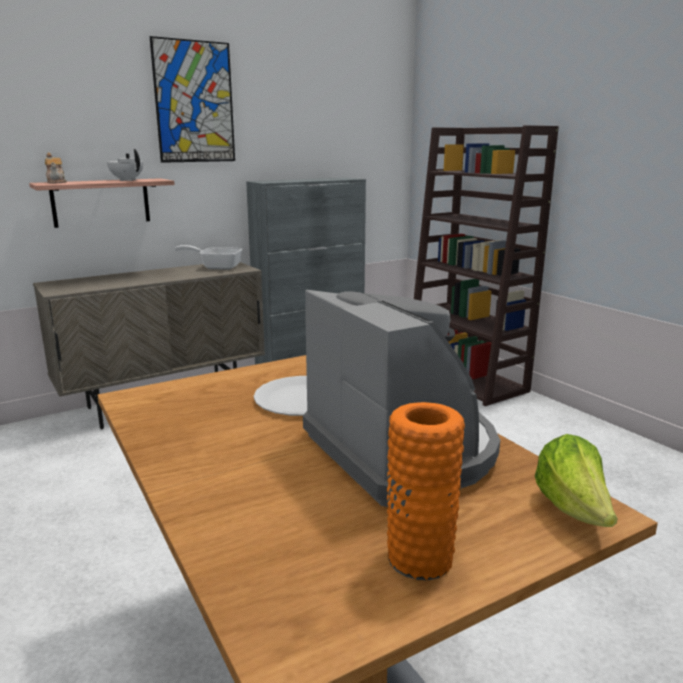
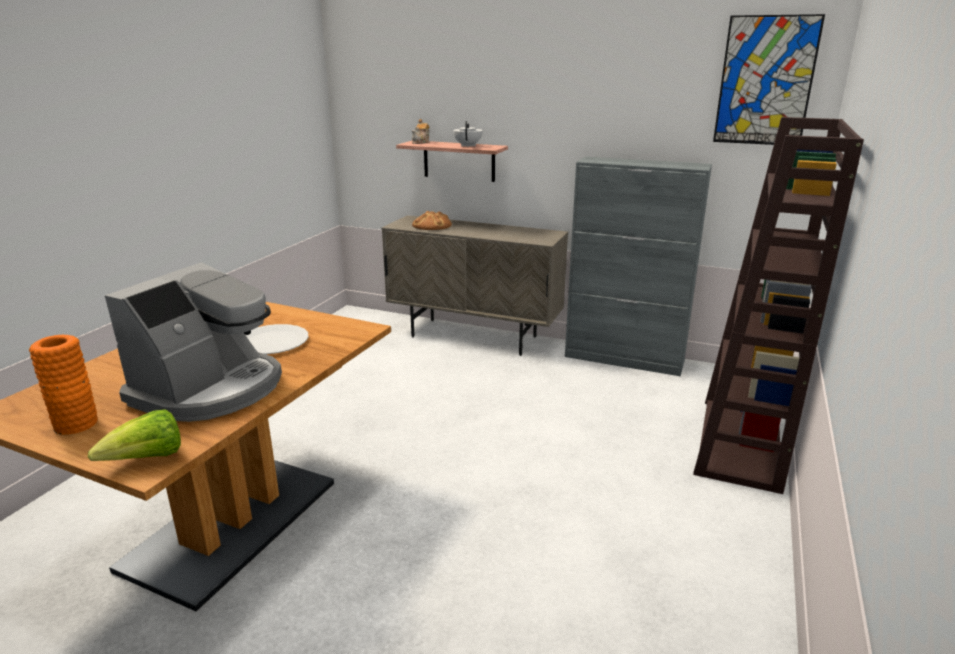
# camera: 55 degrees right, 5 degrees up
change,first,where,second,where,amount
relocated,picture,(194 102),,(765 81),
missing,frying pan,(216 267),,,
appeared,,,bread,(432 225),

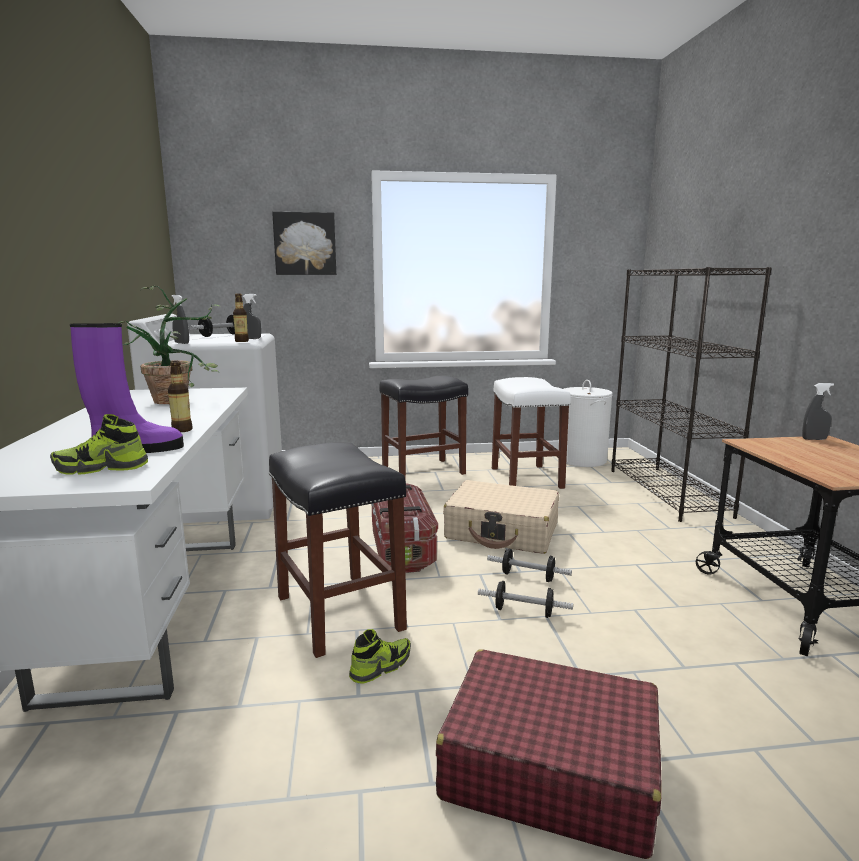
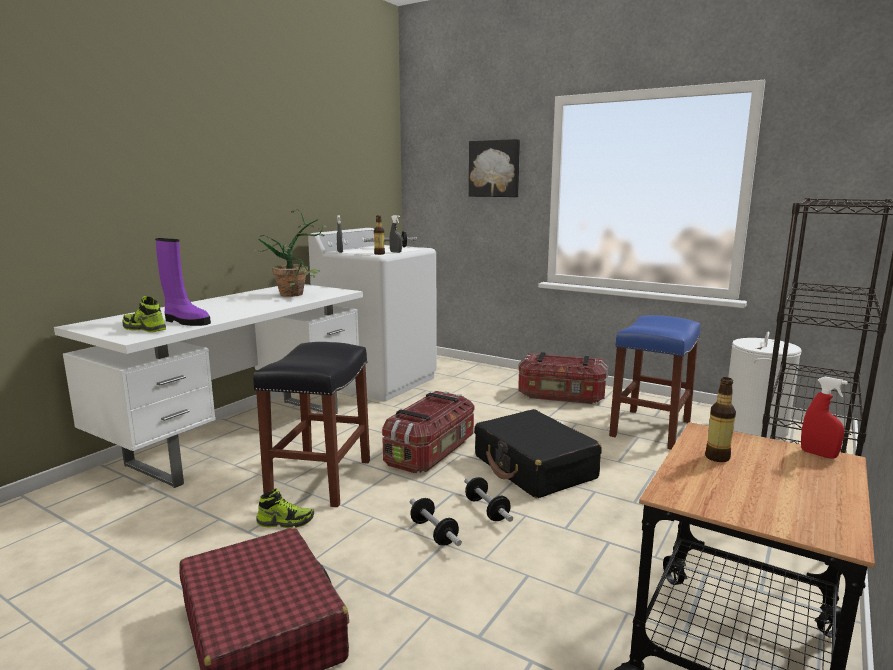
# camera: 40 degrees right, 0 degrees up
change,first,where,second,where,amount
relocated,bottle,(182 430),,(717 457),
exchanged,black stool,(424 471),storage box,(561 396),
colour,beige suitcase,(502 531),black suitcase,(534 467),
colour,white stool,(525 477),blue stool,(650 428),
colour,grey spray bottle,(814 439),red spray bottle,(818 454),

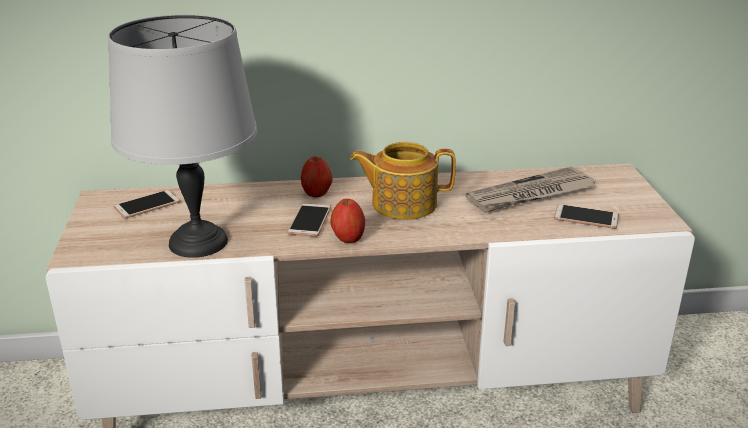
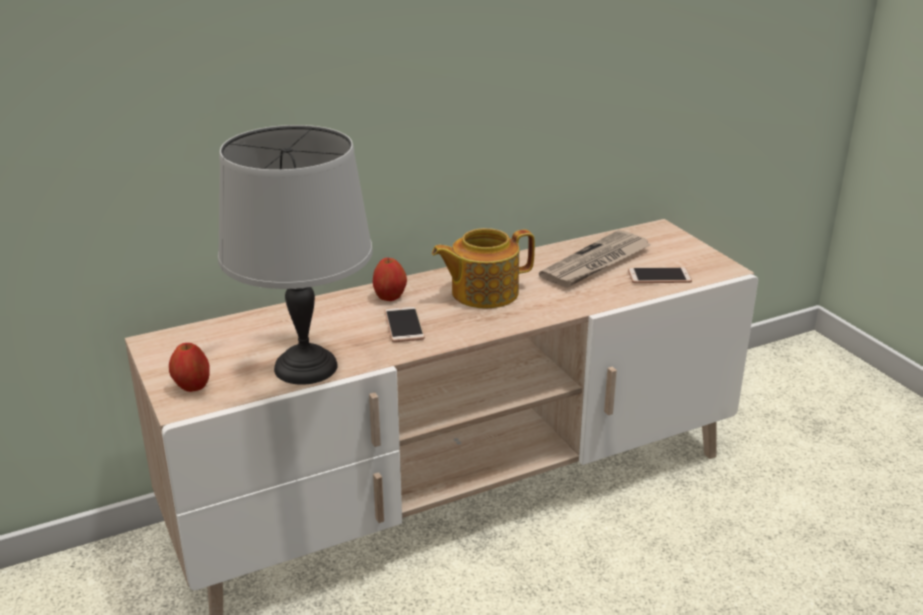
# camera: 20 degrees left, 0 degrees up
change,first,where,second,where,amount
missing,phone,(147 205),,,
relocated,apple,(348 239),,(192 387),

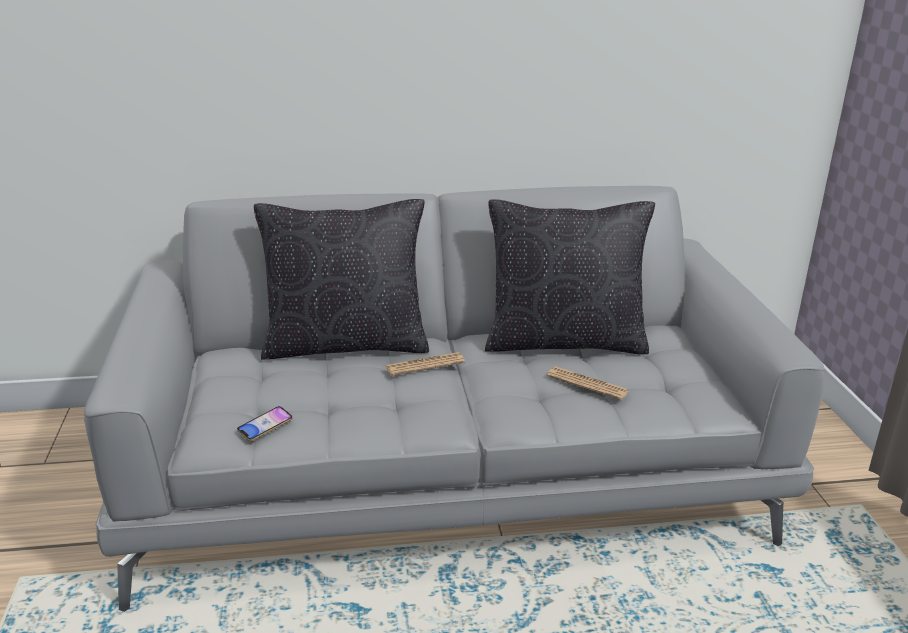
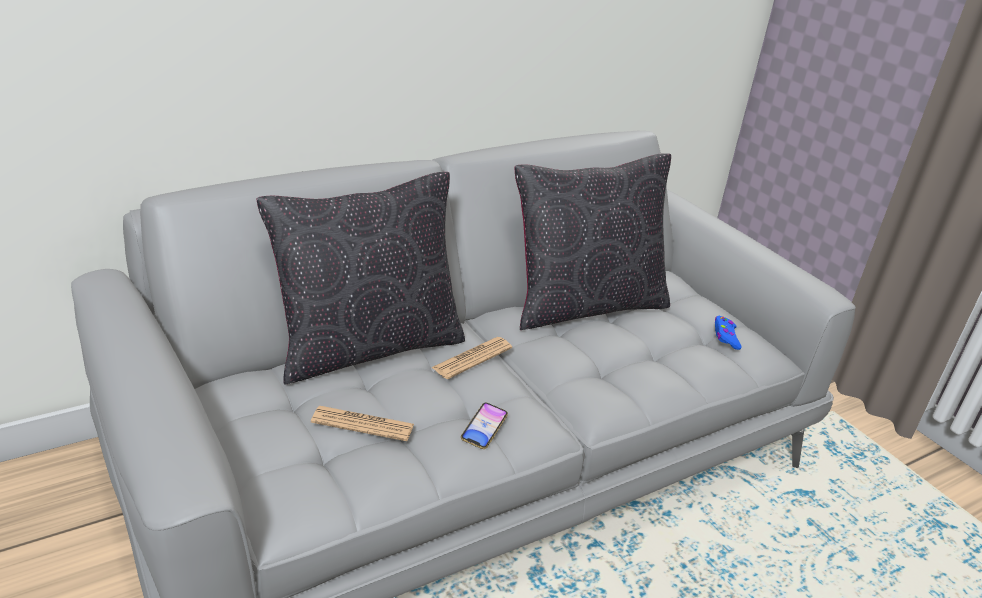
# camera: 25 degrees left, 5 degrees up
change,first,where,second,where,amount
relocated,phone,(265 426),,(484 428),
relocated,newspaper,(587 384),,(363 424),
appeared,,,blue game controller,(725 337),

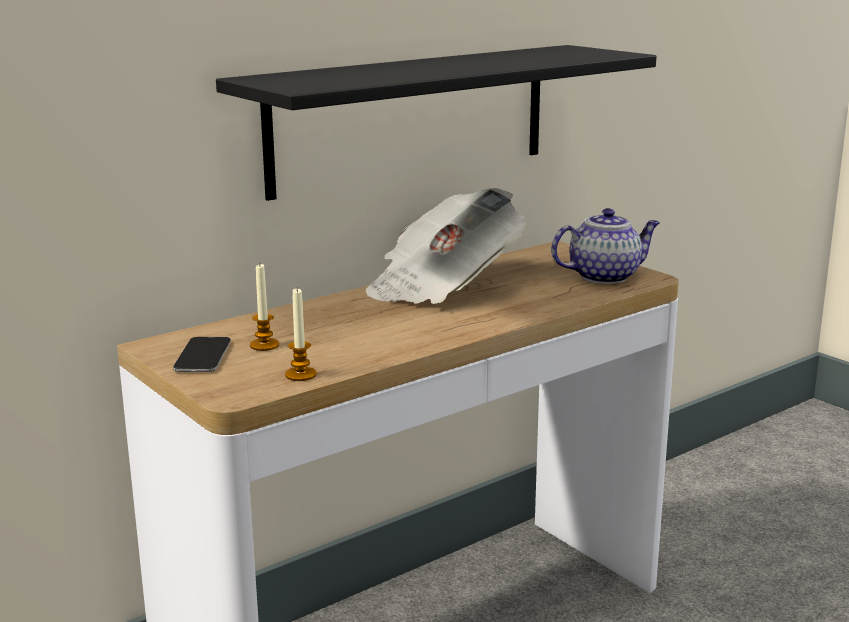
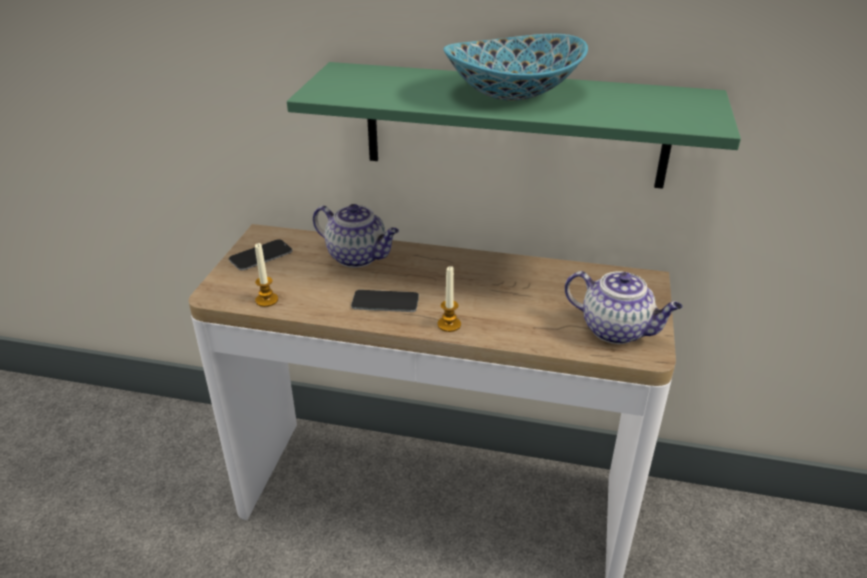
# camera: 50 degrees right, 15 degrees up
change,first,where,second,where,amount
colour,black shelf,(411 118),green shelf,(514 125),
relocated,candle,(264 345),,(449 324),
missing,newspaper,(442 287),,,
appeared,,,teapot,(358 257),
appeared,,,phone,(385 302),
appeared,,,bowl,(512 92),

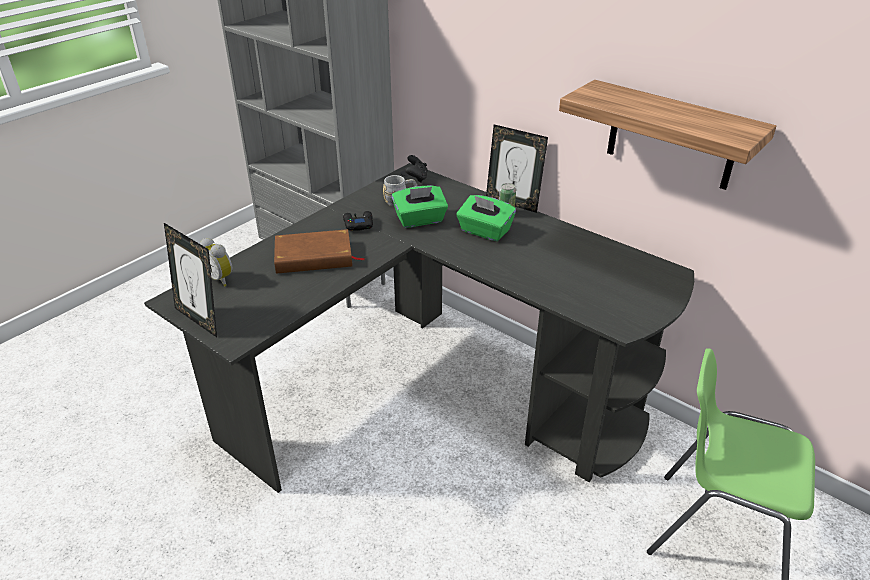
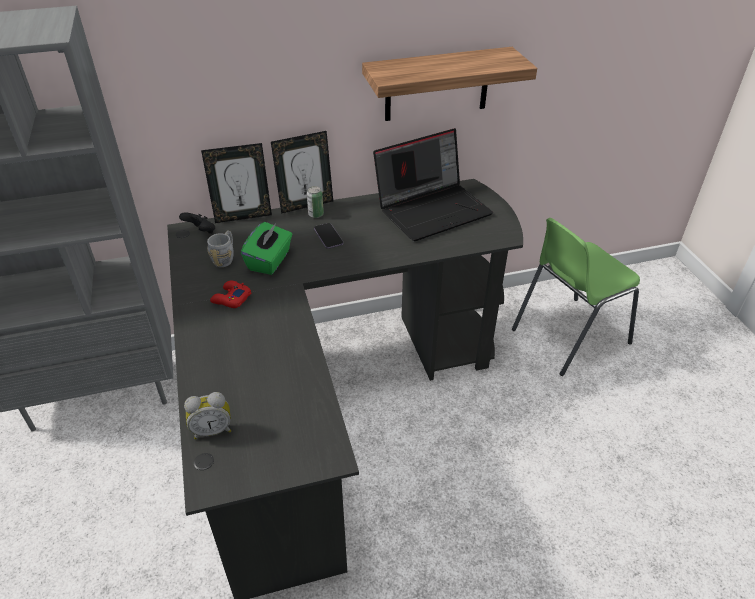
# camera: 55 degrees left, 5 degrees up
change,first,where,second,where,amount
relocated,picture frame,(200 319),,(243 216),
missing,brown book,(314 257),,,
colour,black game controller,(358 224),red game controller,(231 298),
exchanged,green tissue box,(484 231),phone,(328 237),
appeared,,,laptop,(433 209),

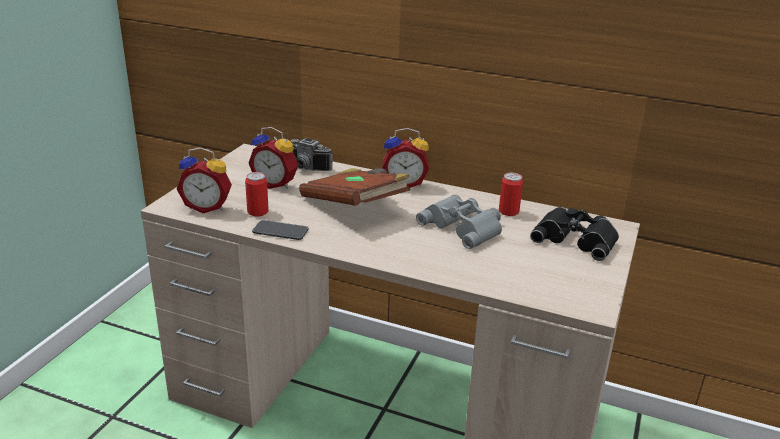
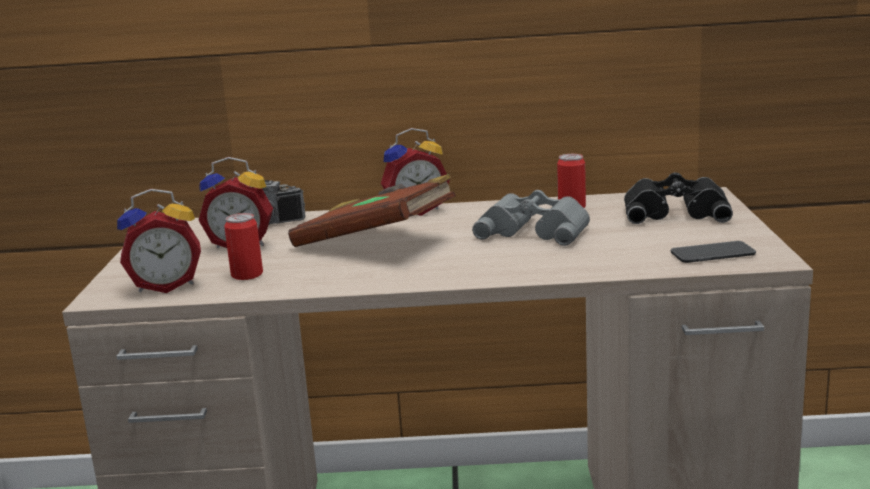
# camera: 20 degrees left, 10 degrees down
change,first,where,second,where,amount
relocated,phone,(280 231),,(712 254),

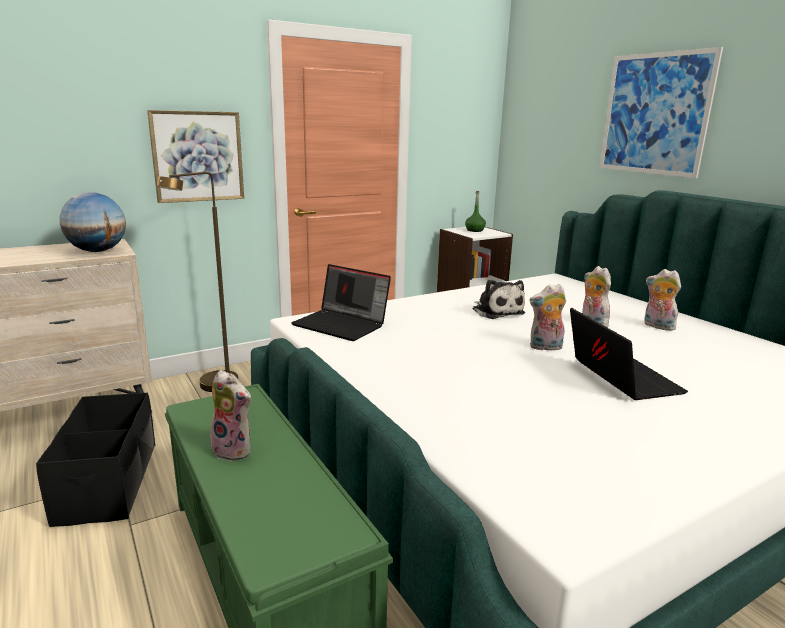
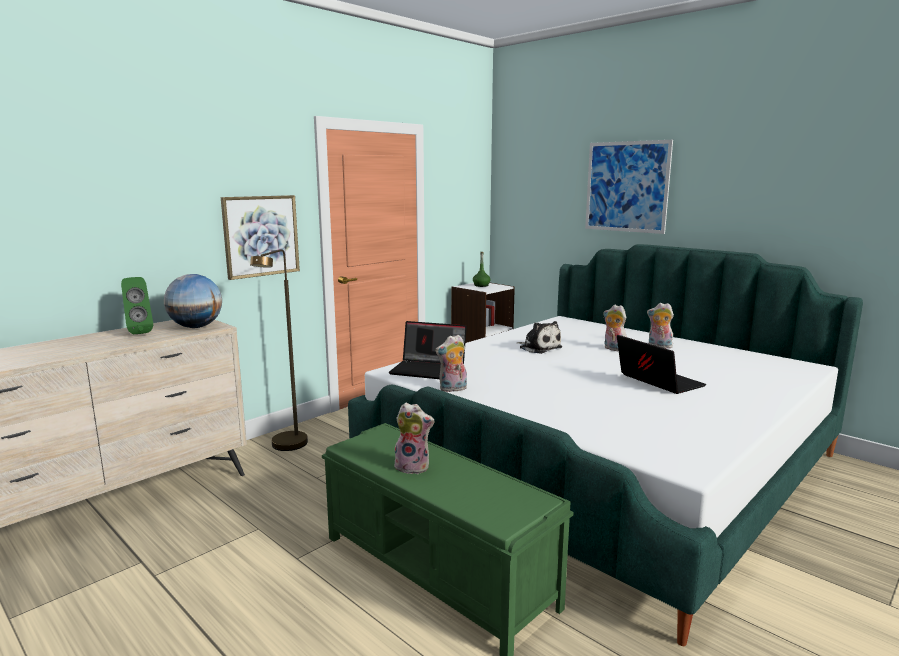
# camera: 15 degrees left, 5 degrees down
change,first,where,second,where,amount
missing,black storage box,(109 482),,,
relocated,plush toy,(545 347),,(453 389),
appeared,,,green speaker,(139 332),

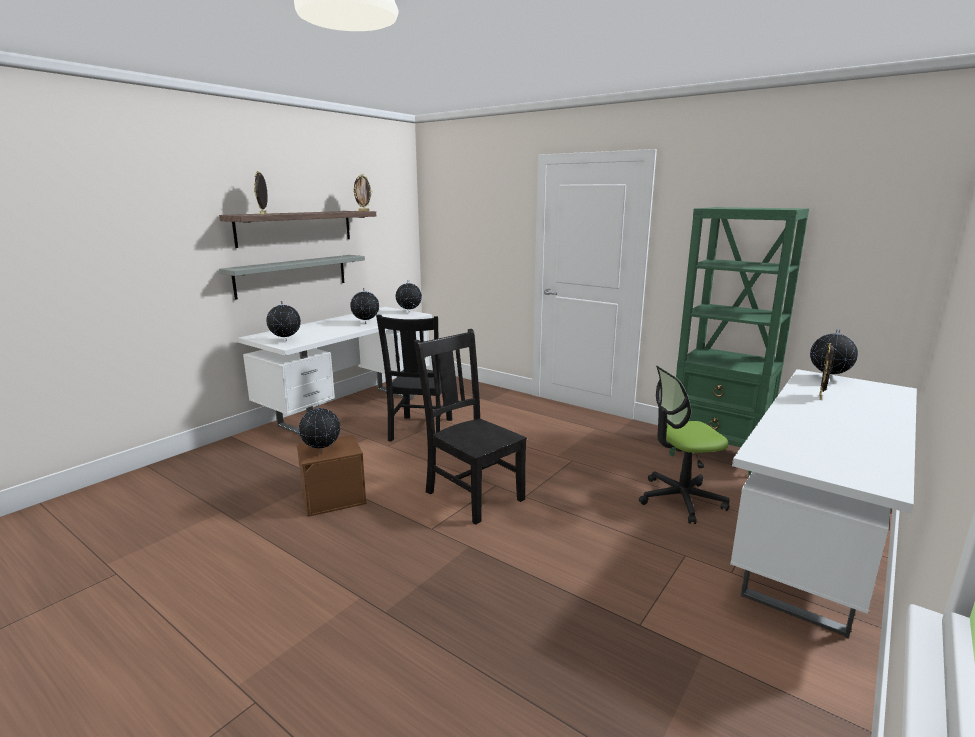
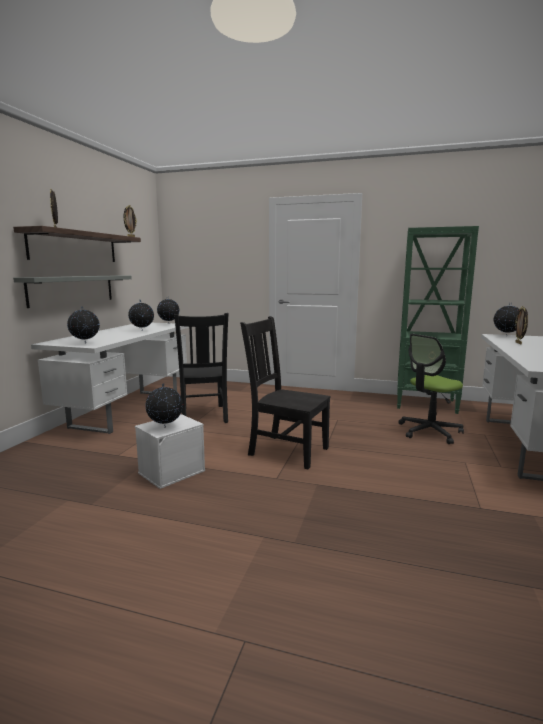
# camera: 20 degrees left, 5 degrees down
change,first,where,second,where,amount
colour,brown storage box,(334 498),white storage box,(172 471),

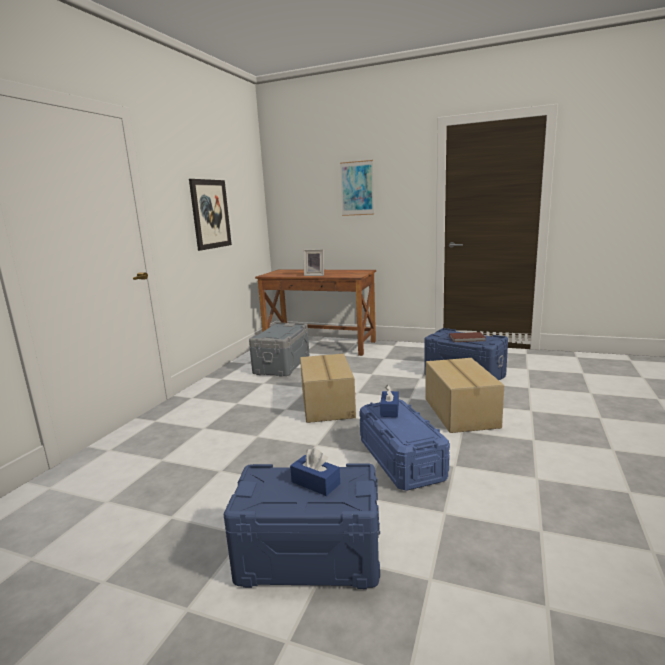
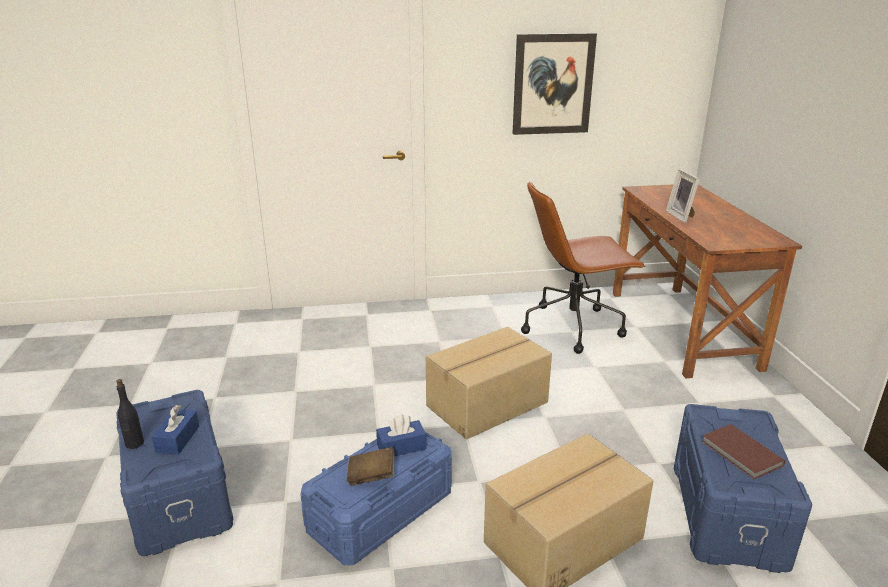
# camera: 60 degrees right, 10 degrees up
change,first,where,second,where,amount
exchanged,grey storage box,(281 365),brown office chair,(573 327),
missing,picture,(357 188),,,
appeared,,,black bottle,(134 444),
appeared,,,brown book,(371 476),

